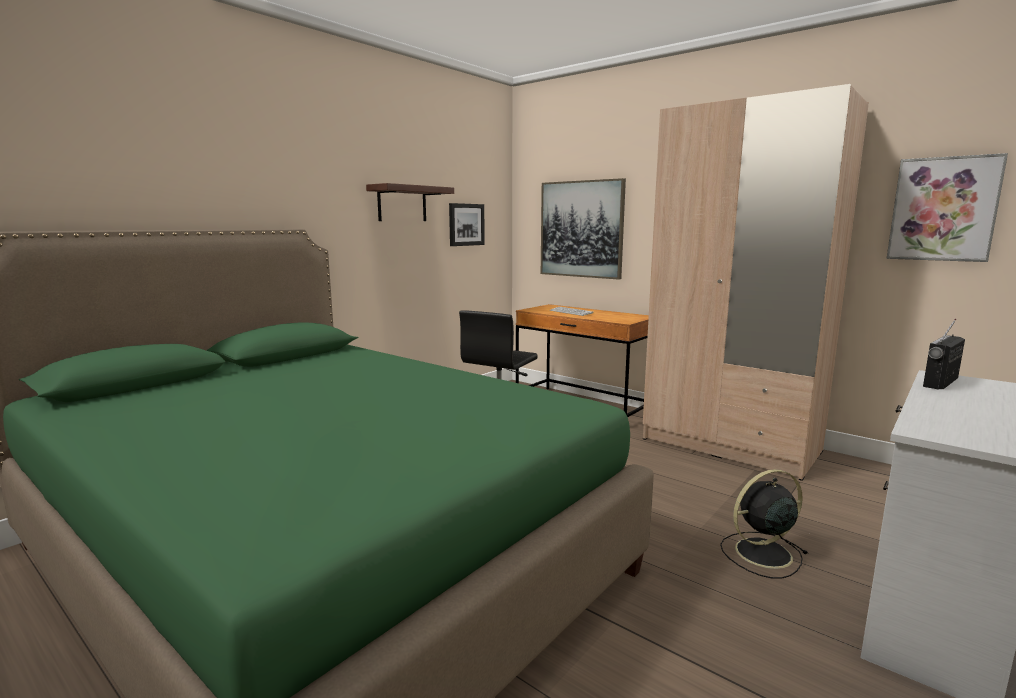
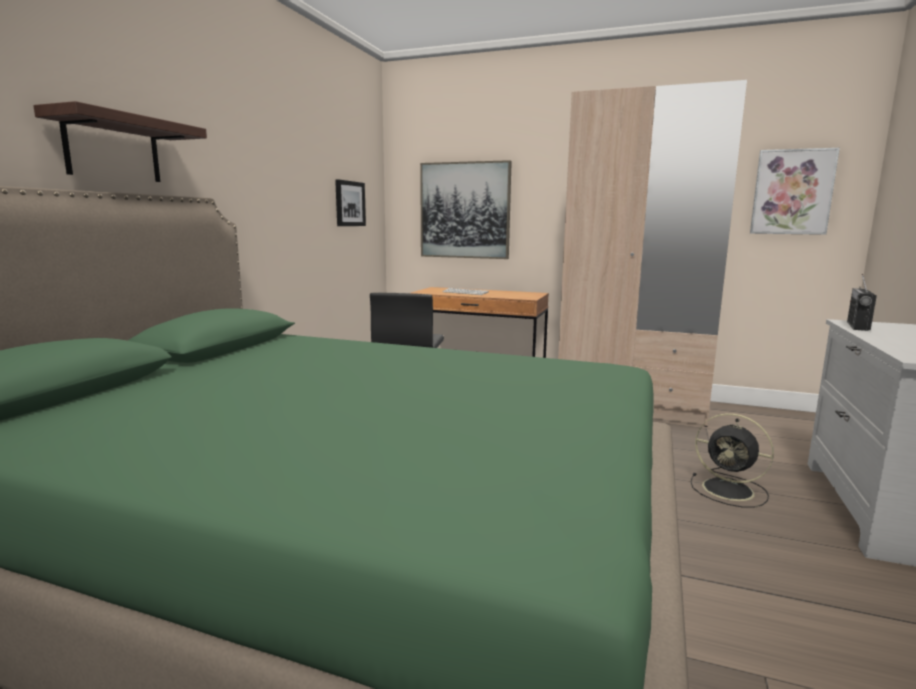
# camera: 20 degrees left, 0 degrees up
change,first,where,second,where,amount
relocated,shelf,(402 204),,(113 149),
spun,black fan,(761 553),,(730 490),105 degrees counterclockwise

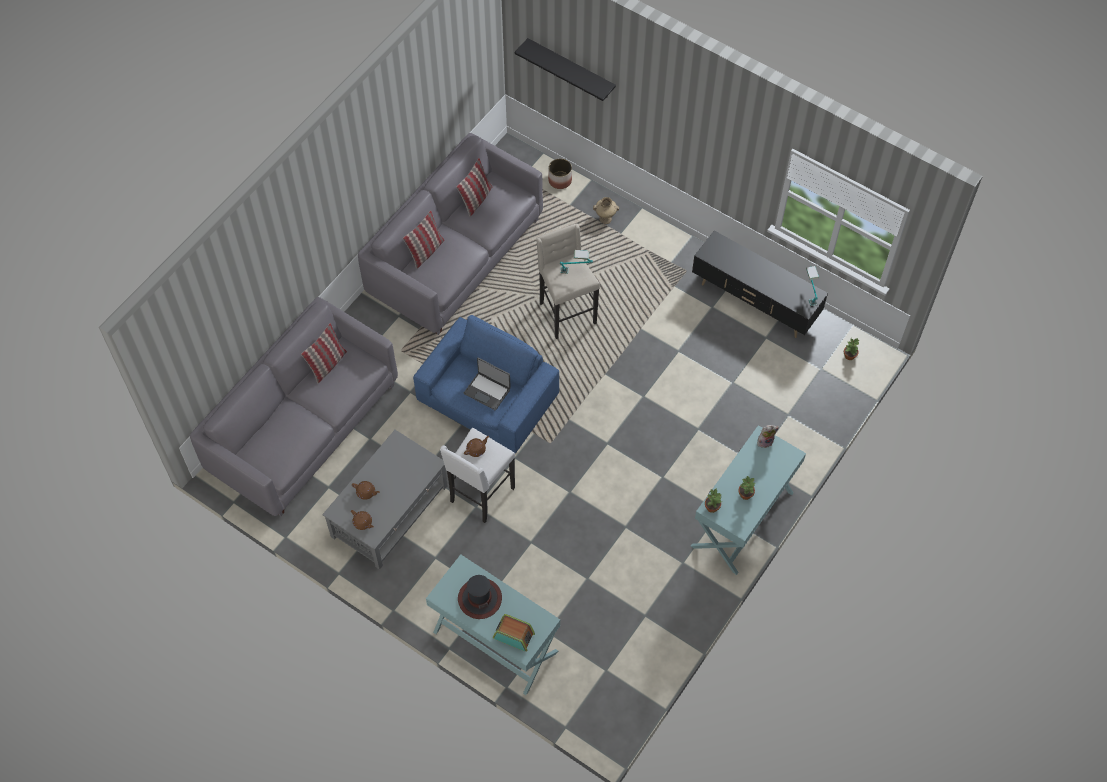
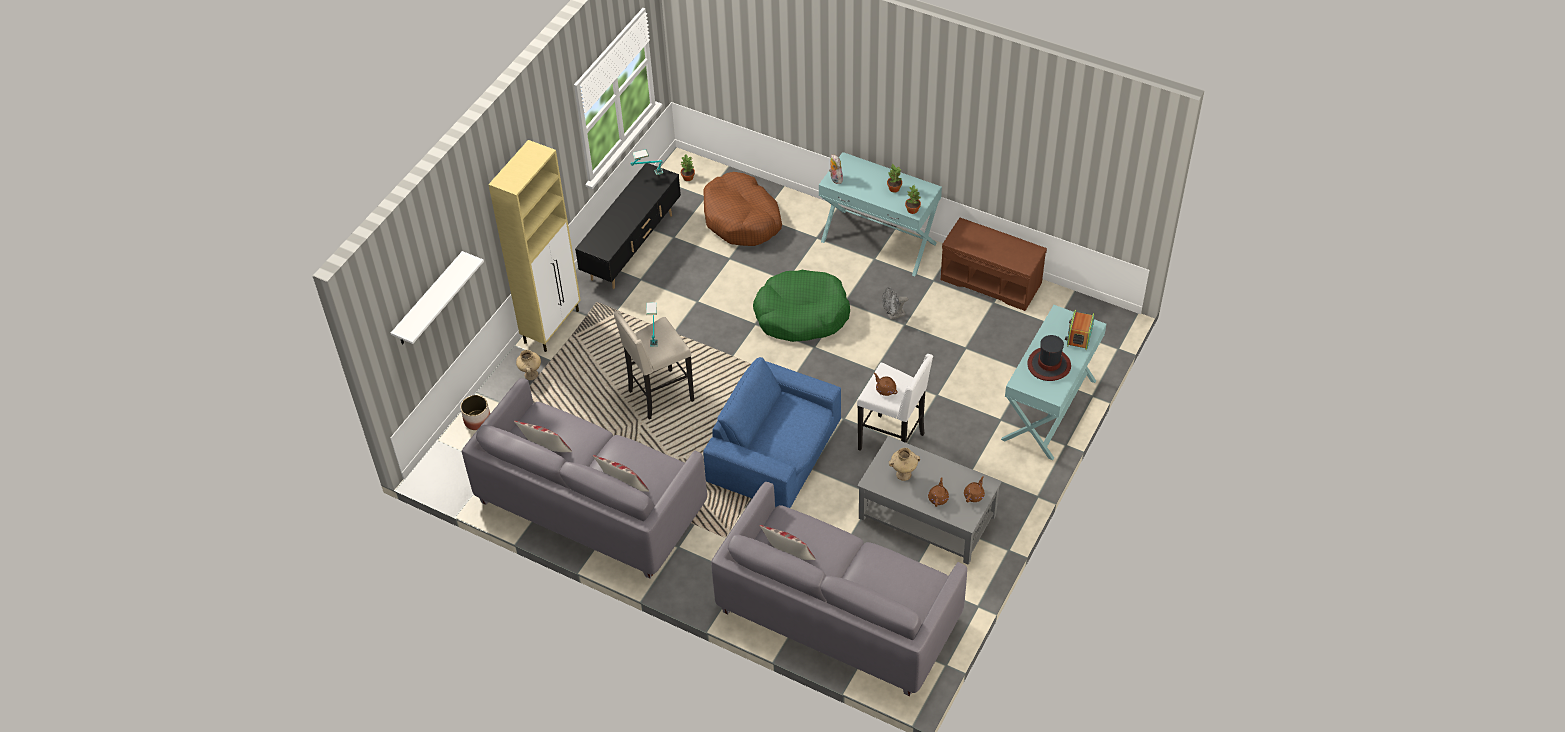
# camera: 95 degrees left, 10 degrees down
change,first,where,second,where,amount
missing,laptop,(487 391),,,
colour,black shelf,(571 69),white shelf,(429 300),
appeared,,,beige cabinet,(552 326),
appeared,,,brown dog bed,(742 219),
appeared,,,green dog bed,(801 314),
appeared,,,grey fan,(893 315),
appeared,,,beige vase,(904 474),
appeared,,,brown bench,(992 281),

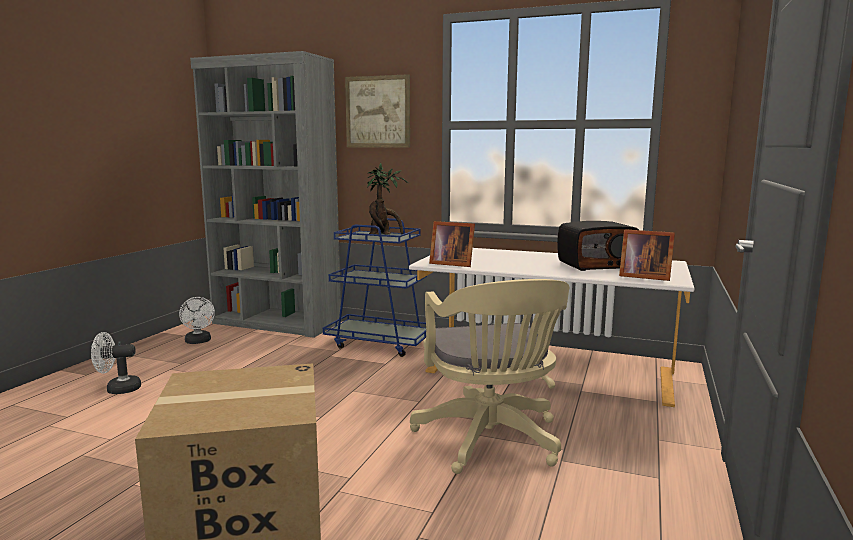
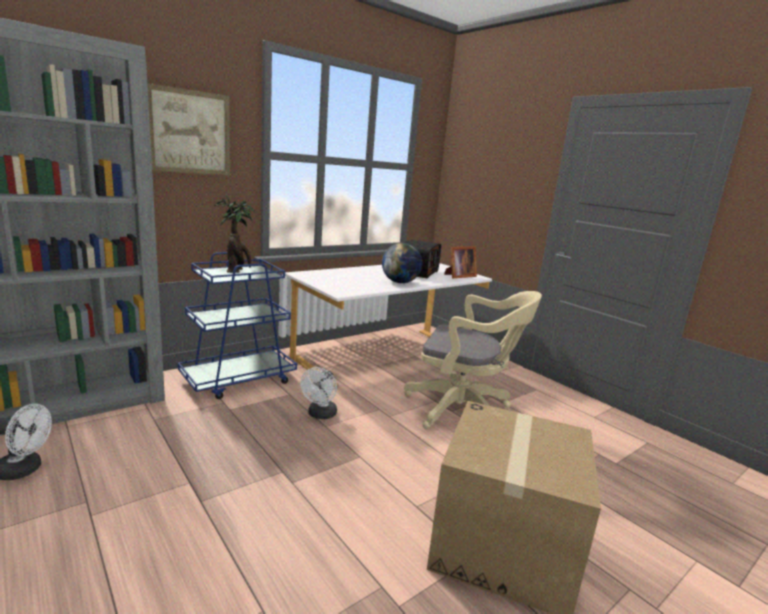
# camera: 60 degrees left, 5 degrees up
change,first,where,second,where,amount
relocated,white fan,(118 389),,(320 415),
missing,picture frame,(451 263),,,
appeared,,,globe,(400 282),

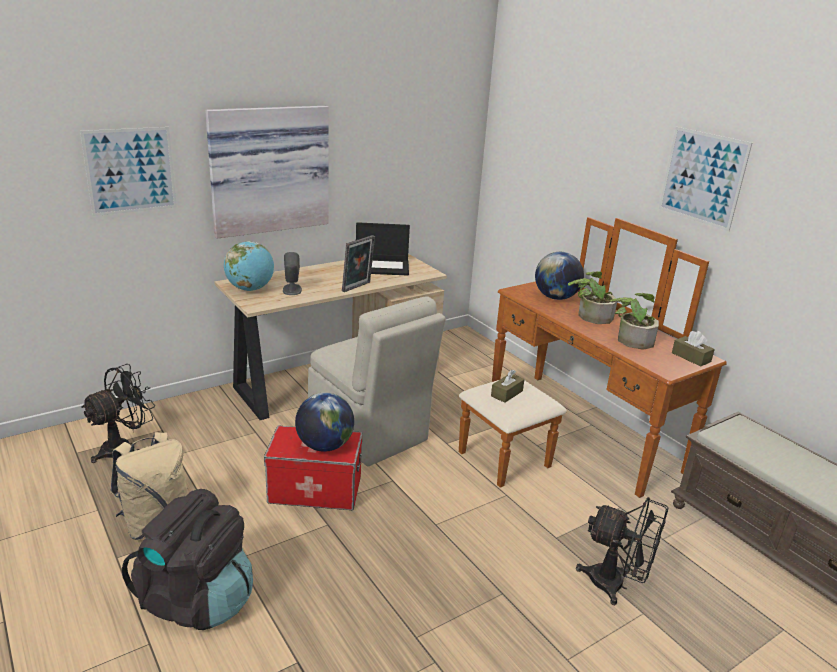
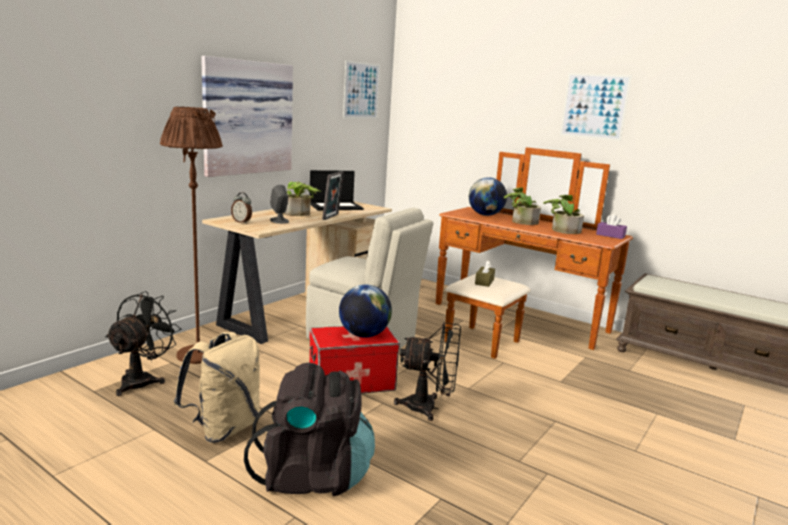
# camera: 20 degrees left, 10 degrees down
change,first,where,second,where,amount
relocated,picture,(130 171),,(361 90),
exchanged,globe,(250 289),alarm clock,(242 222),
relocated,black fan,(616 585),,(429 408),
colour,brown tissue box,(691 357),purple tissue box,(610 235),
appeared,,,brown floor lamp,(198 354),
appeared,,,potted plant,(299 214),

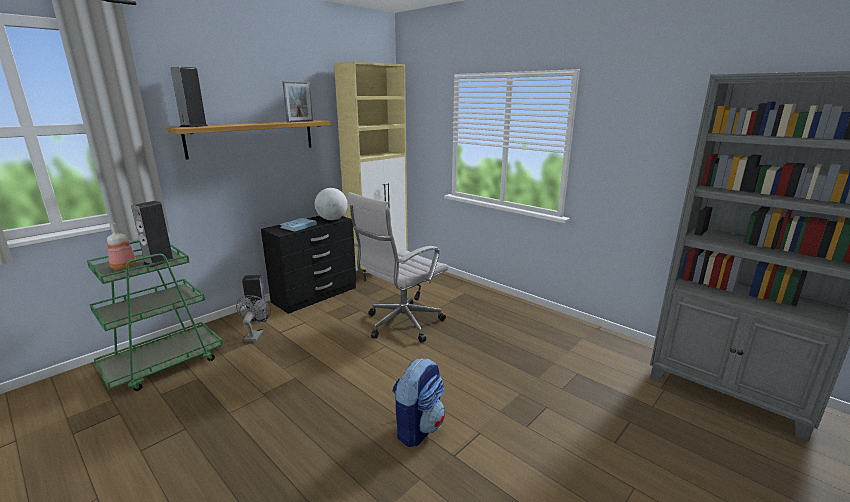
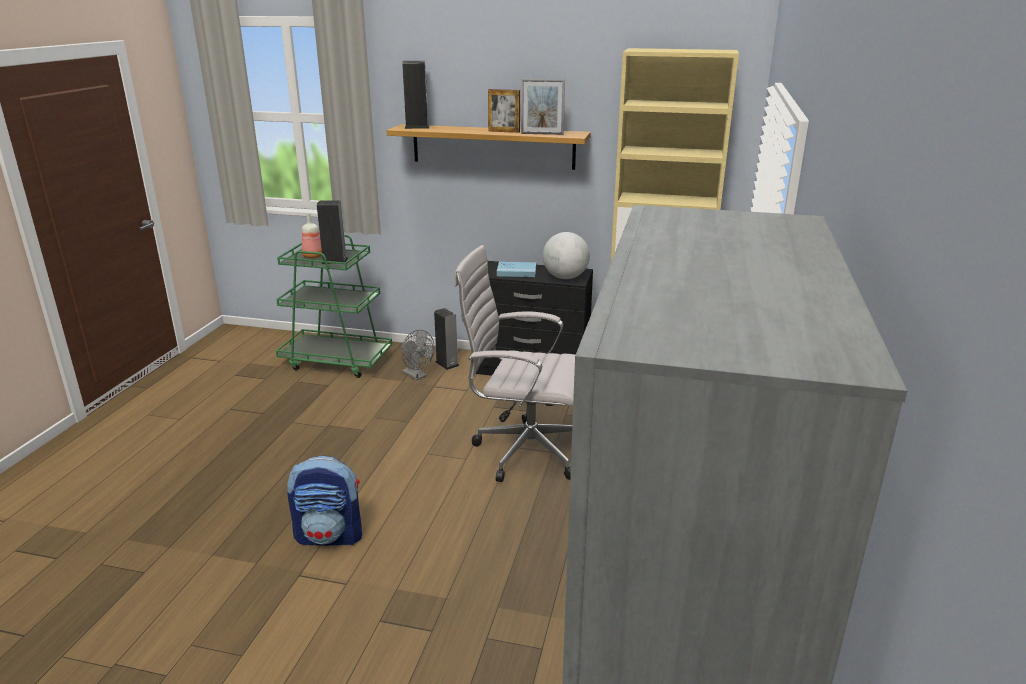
# camera: 60 degrees right, 5 degrees up
change,first,where,second,where,amount
spun,grey fan,(255 334),,(417 376),75 degrees clockwise
appeared,,,picture frame,(504 131),

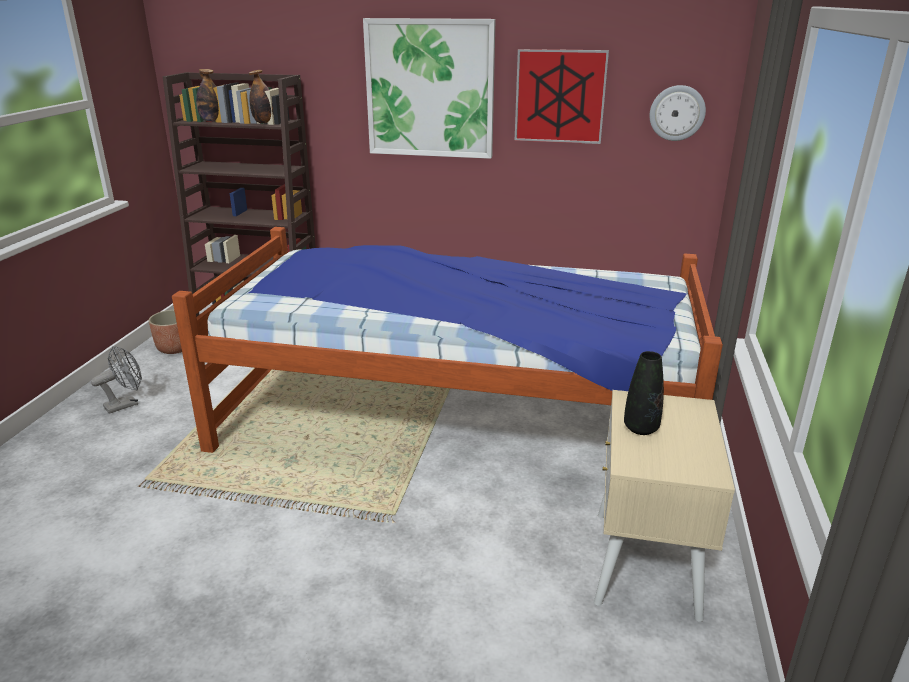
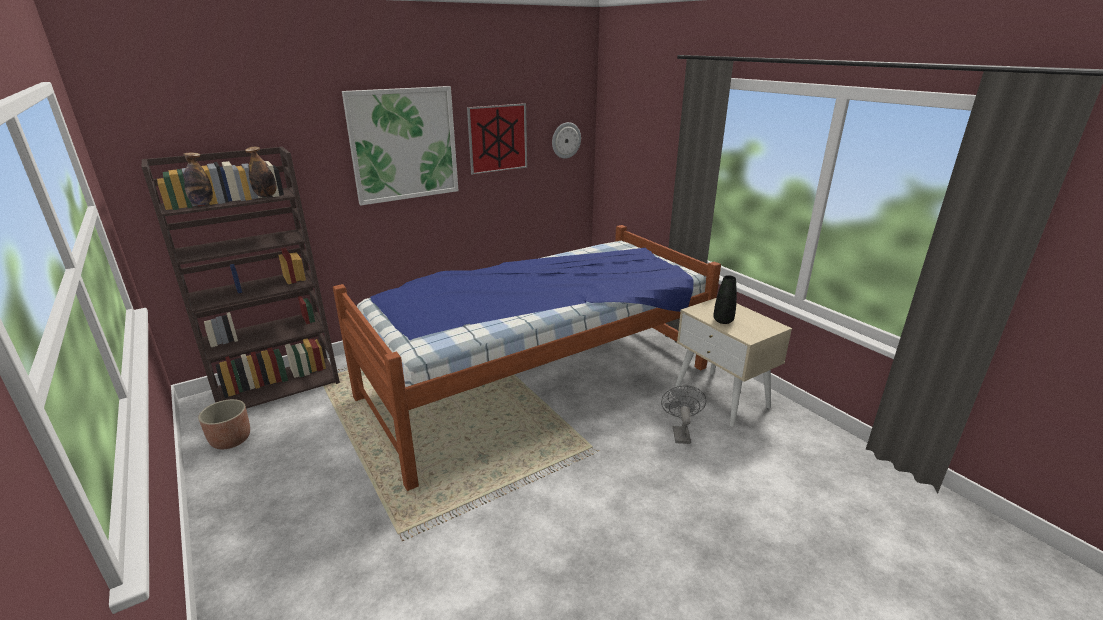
# camera: 45 degrees left, 0 degrees up
change,first,where,second,where,amount
relocated,grey fan,(126 404),,(680 433),

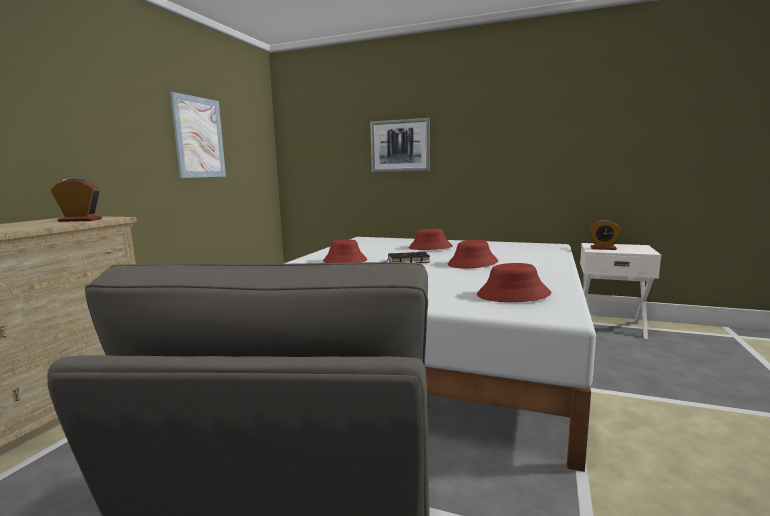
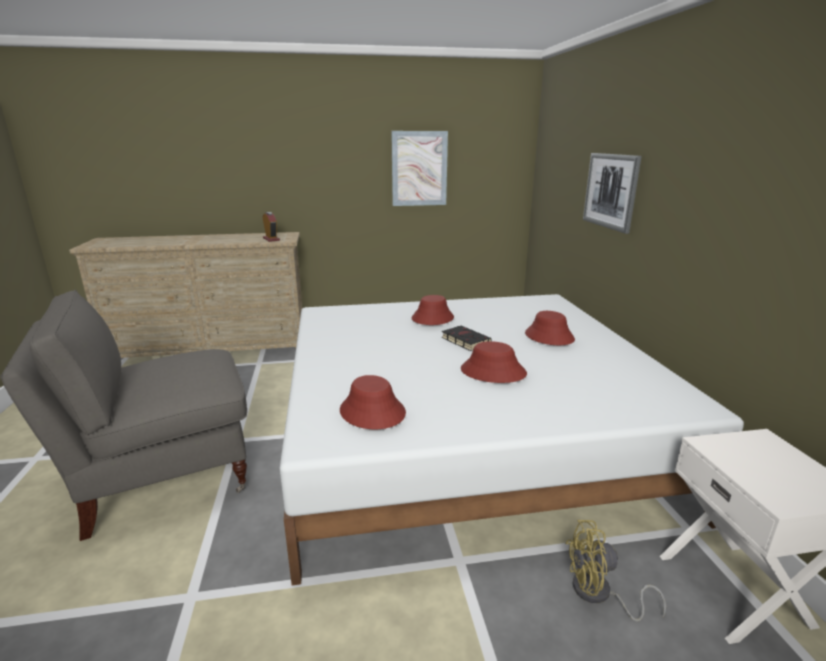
# camera: 60 degrees right, 10 degrees up
change,first,where,second,where,amount
missing,alarm clock,(603 248),,,
appeared,,,yellow fan,(599 594),

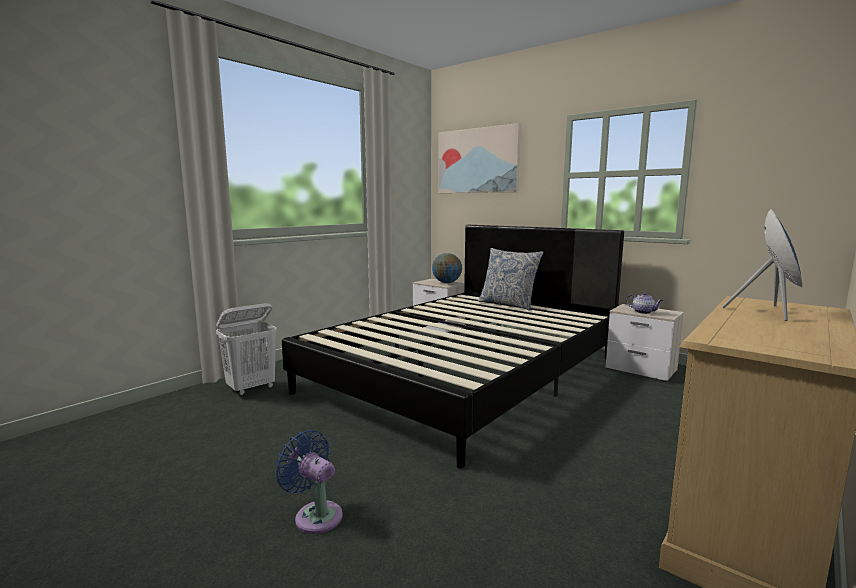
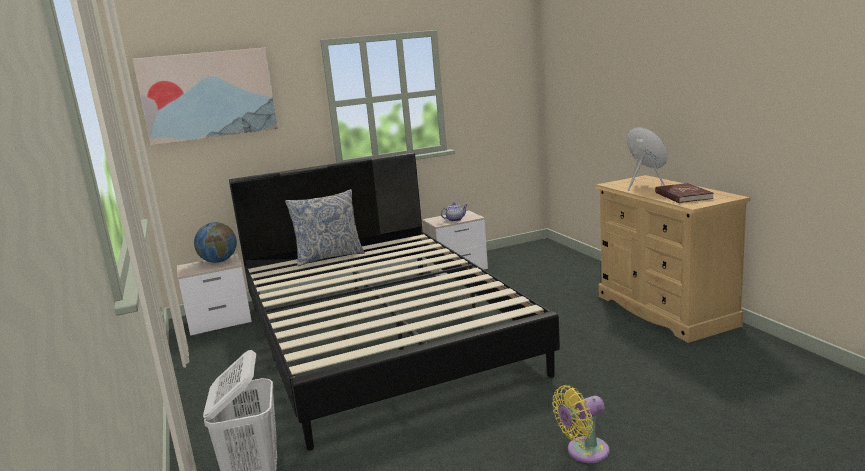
# camera: 60 degrees left, 5 degrees up
change,first,where,second,where,amount
colour,blue fan,(315 515),yellow fan,(584 452),
appeared,,,red book,(682 196),

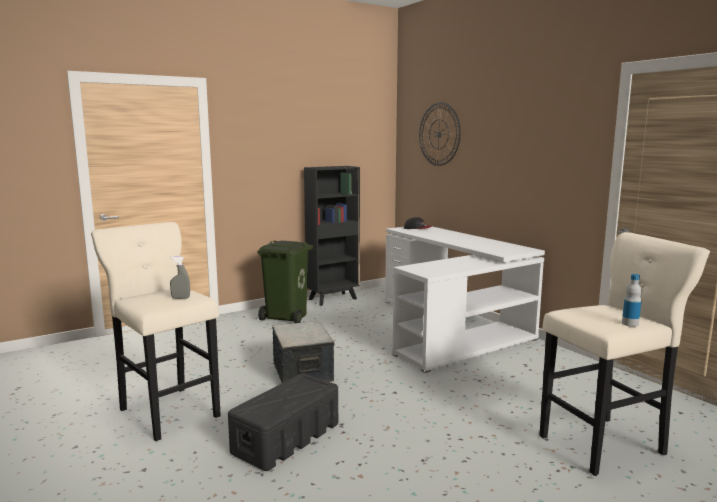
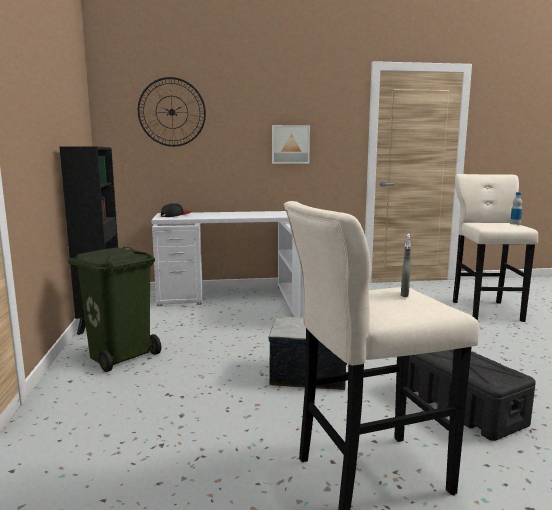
# camera: 65 degrees left, 0 degrees up
change,first,where,second,where,amount
appeared,,,picture,(290 144),

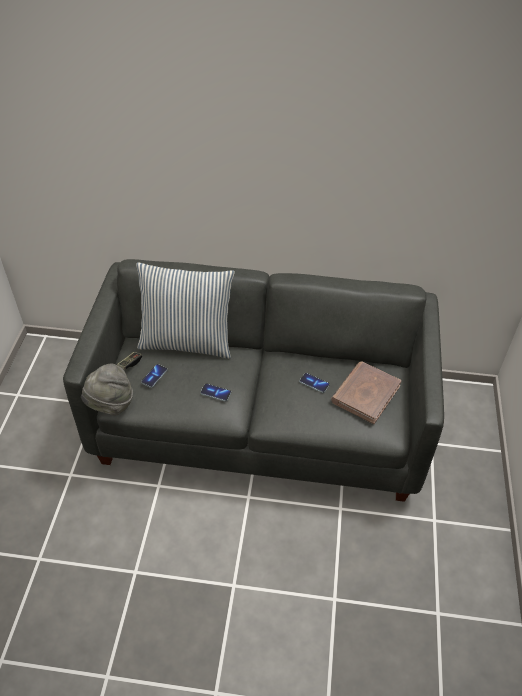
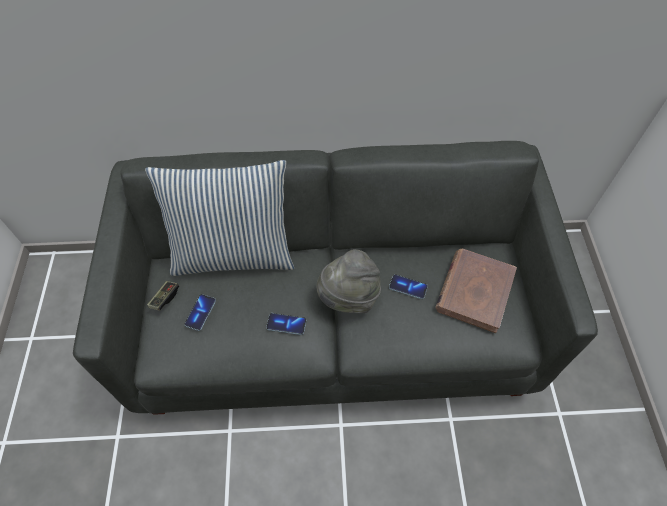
# camera: 10 degrees left, 10 degrees up
change,first,where,second,where,amount
relocated,grey hat,(110 404),,(348 296),

